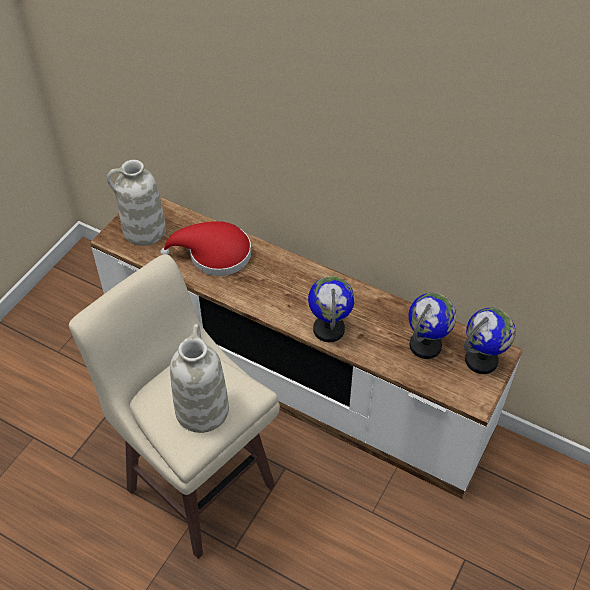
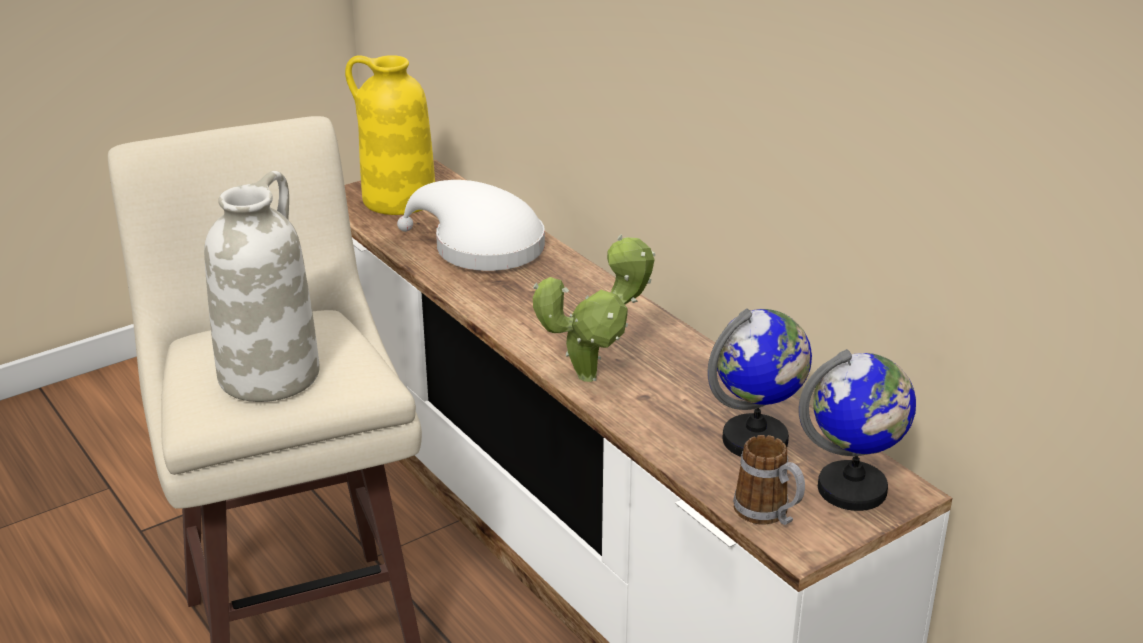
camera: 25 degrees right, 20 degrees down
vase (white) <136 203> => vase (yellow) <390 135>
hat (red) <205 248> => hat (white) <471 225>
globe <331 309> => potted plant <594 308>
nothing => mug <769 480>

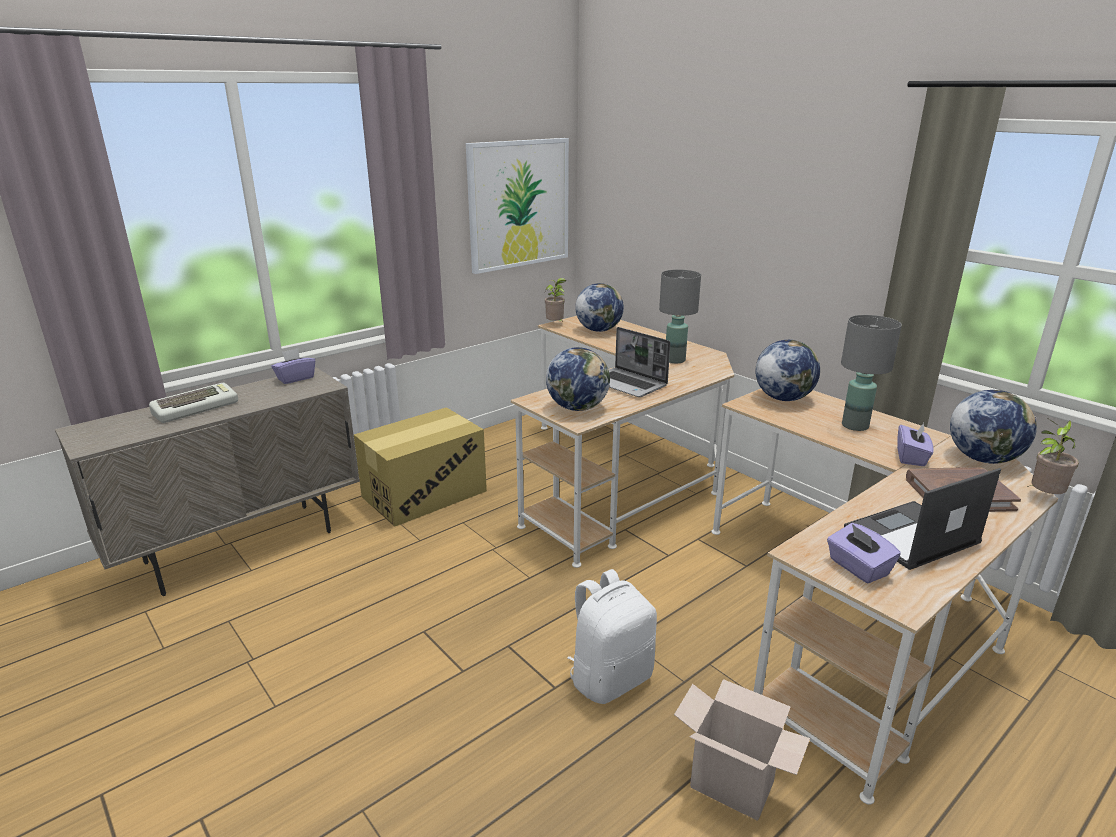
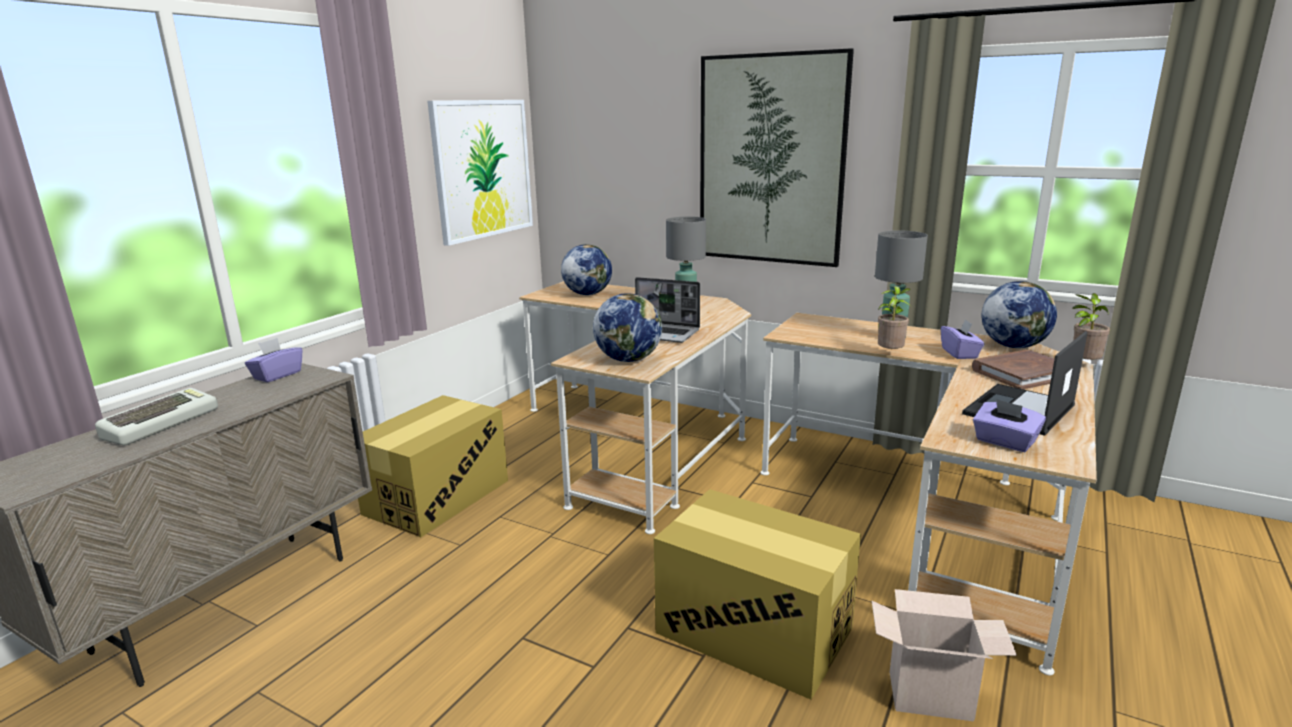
camera: 20 degrees left, 5 degrees down
backpack (white) <612 636> => cardboard box <757 594>
nothing => picture <777 157>
potted plant <556 299> => potted plant <894 317>, relocated
globe <787 370> => nothing

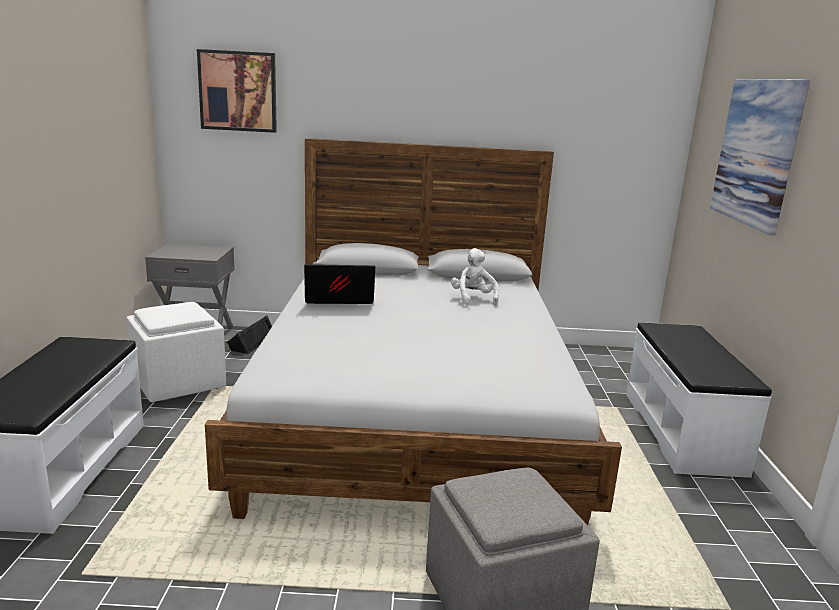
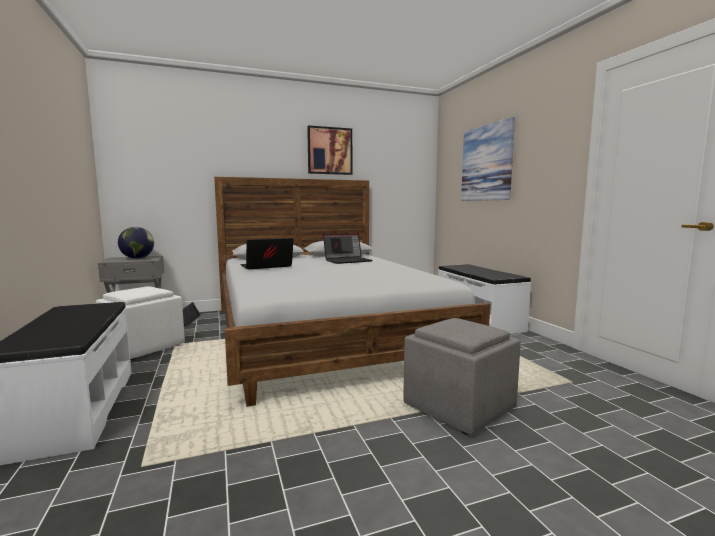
camera: 20 degrees left, 10 degrees down
nothing => globe <136 243>
picture <237 91> => picture <329 150>, relocated
plush toy (white) <475 277> => laptop <348 249>

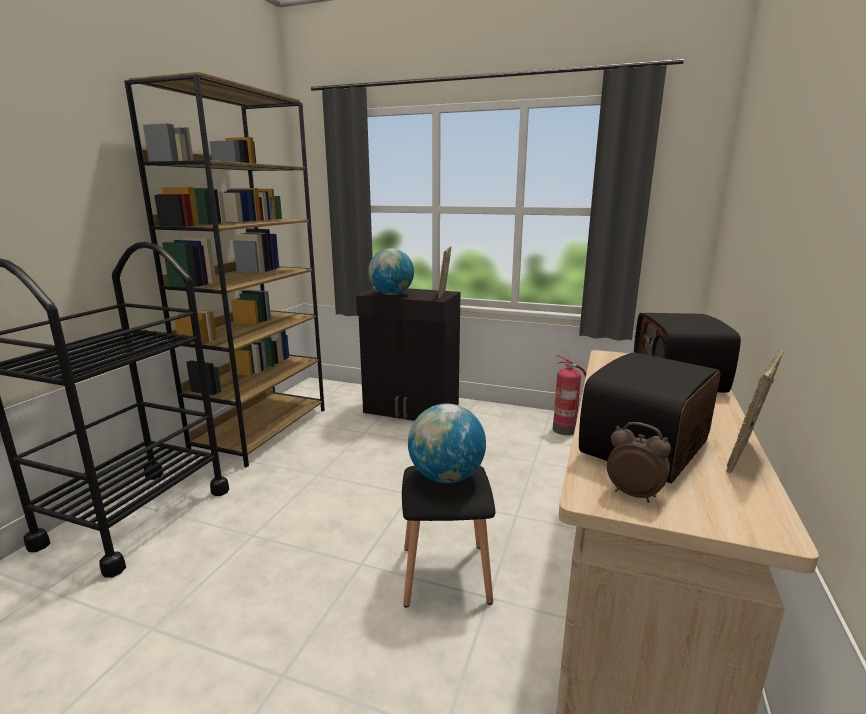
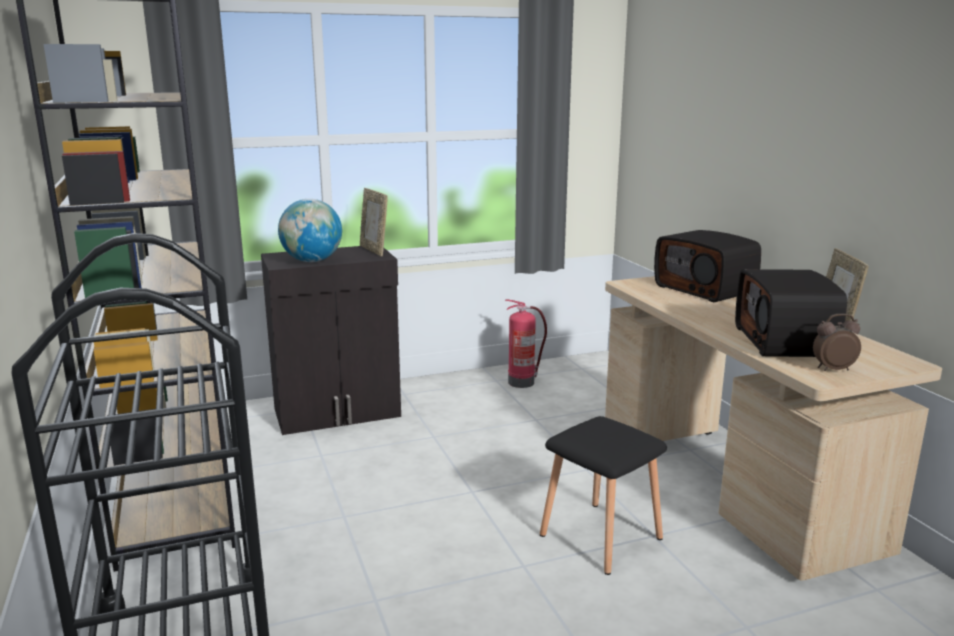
camera: 40 degrees left, 0 degrees up
globe <447 443> => nothing

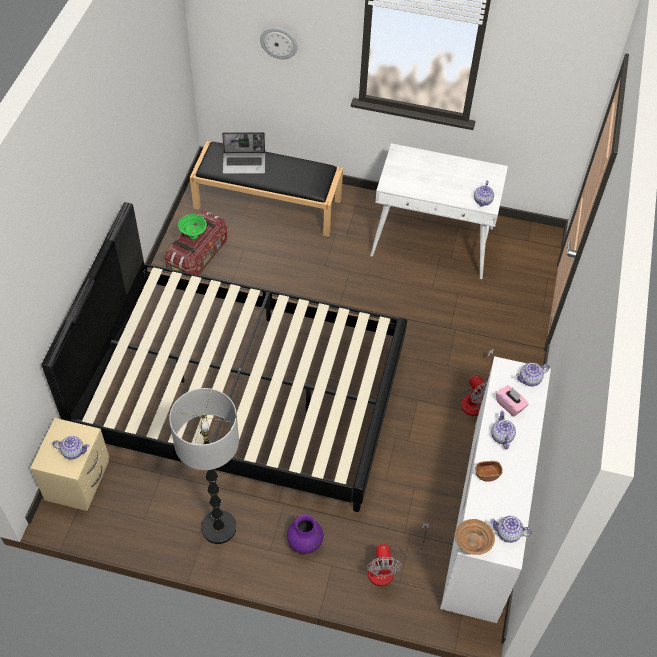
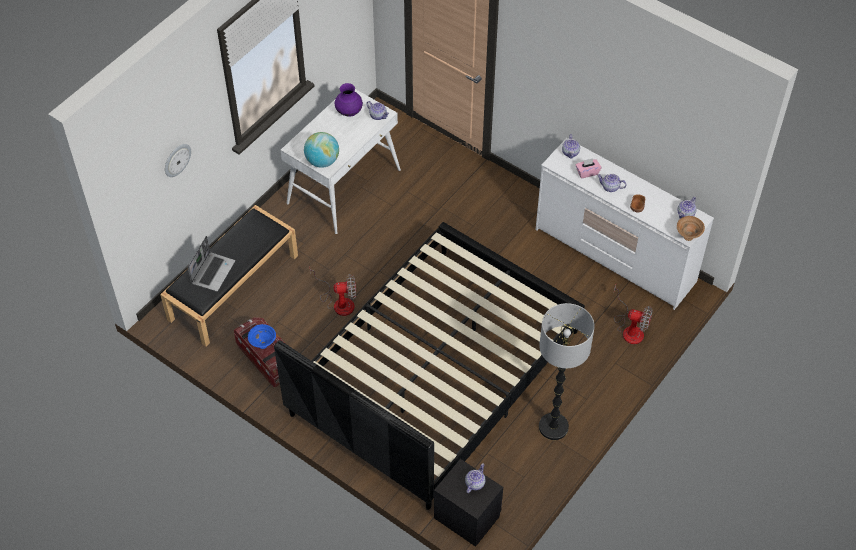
camera: 65 degrees left, 0 degrees up
bowl (green) <192 226> => bowl (blue) <262 336>
nothing => globe <321 150>
fan <477 382> => fan <333 293>, relocated
vase (purple) <305 534> => vase (purple) <349 99>, relocated
nightstand (beige) <69 464> => nightstand (black) <468 503>

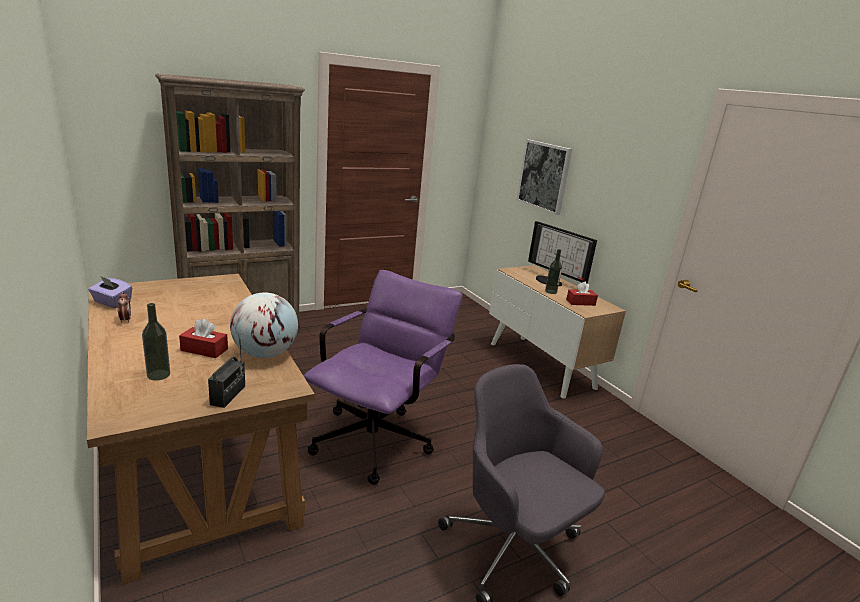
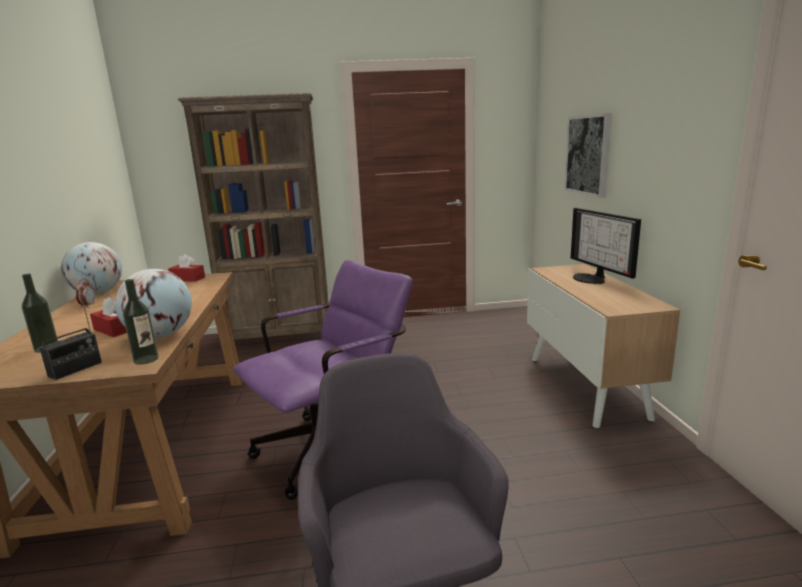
camera: 25 degrees right, 5 degrees down
tissue box (purple) <110 292> => globe <91 268>
bottle <553 271> => bottle <140 322>, relocated
tissue box (red) <582 294> => tissue box (red) <186 268>, relocated

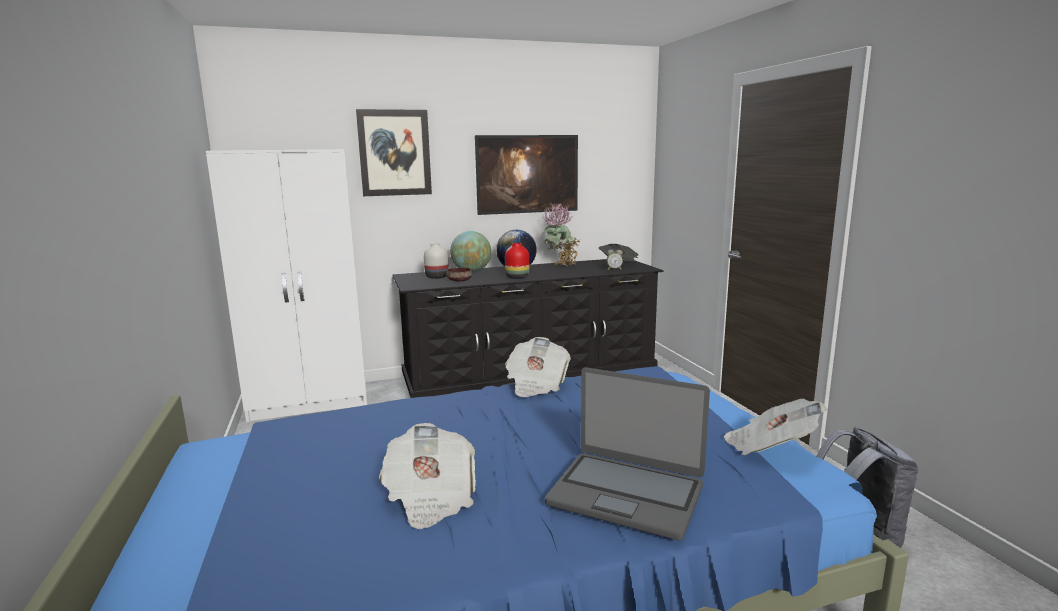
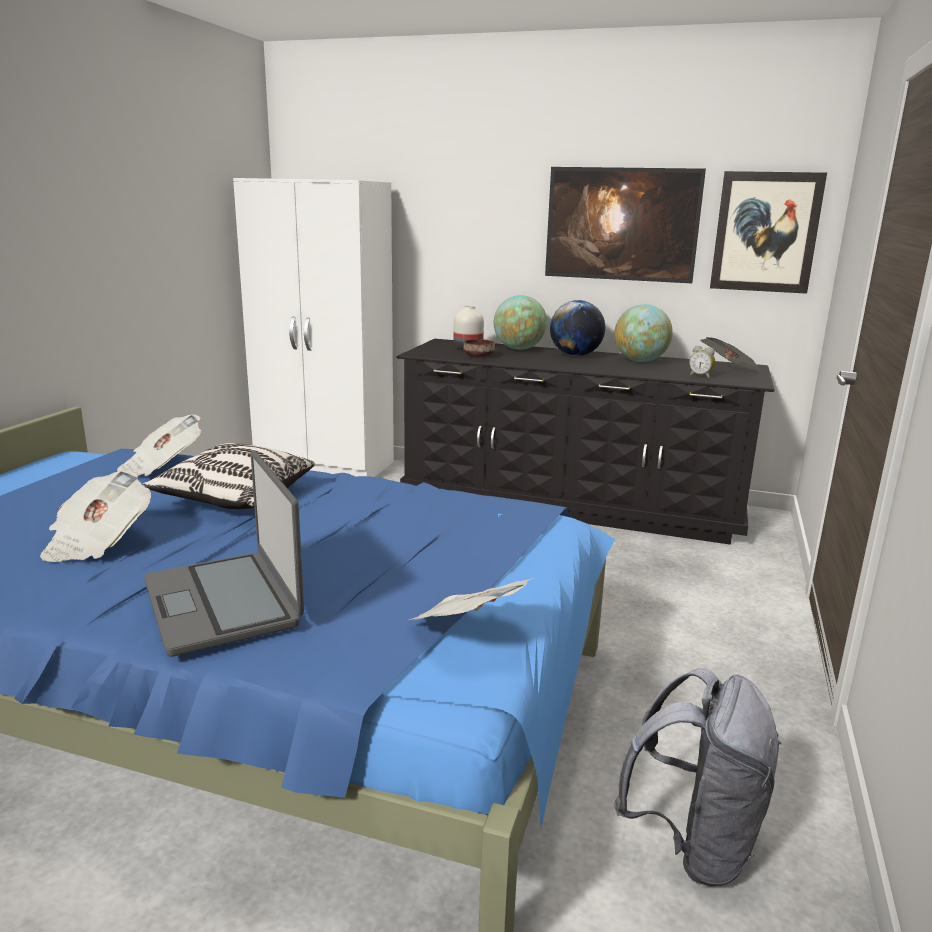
camera: 35 degrees right, 5 degrees up
newspaper <538 367> => newspaper <159 445>, relocated
nothing => pillow <228 476>
potted plant <561 234> => globe <643 333>
picture <394 152> => picture <768 232>, relocated
vase (red) <517 261> => nothing

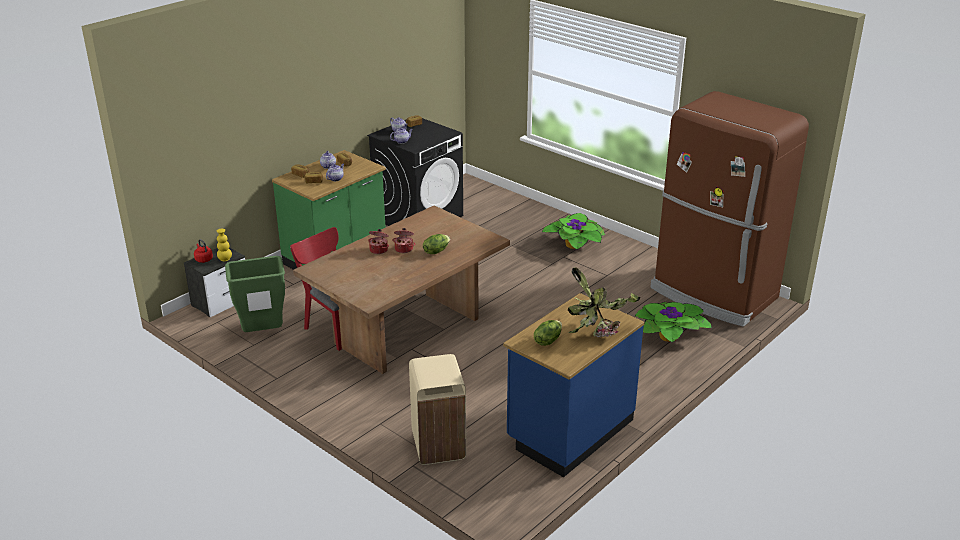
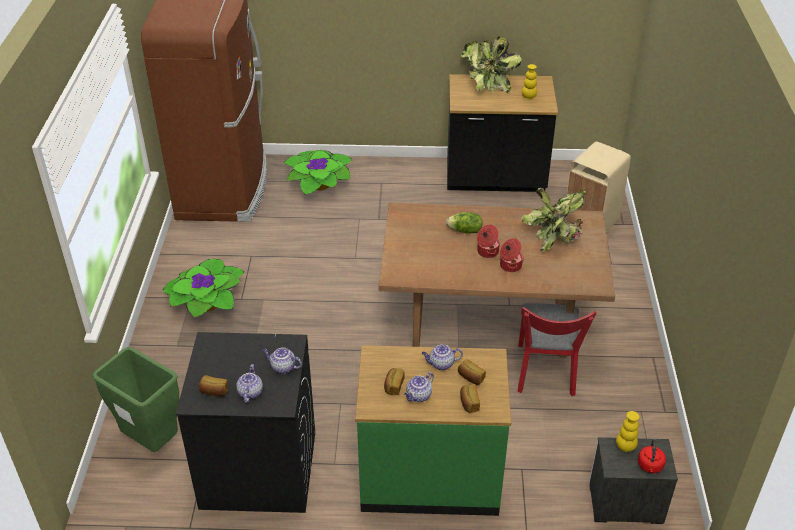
camera: 130 degrees left, 10 degrees up
trash can (green) <255 294> => trash can (green) <135 399>, relocated
counter (blue) <573 385> => counter (black) <502 133>
nothing => potted plant <553 220>
lettuce <548 333> => vase (yellow) <529 82>

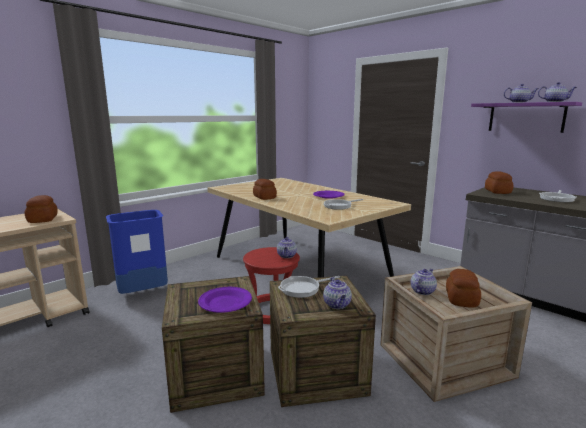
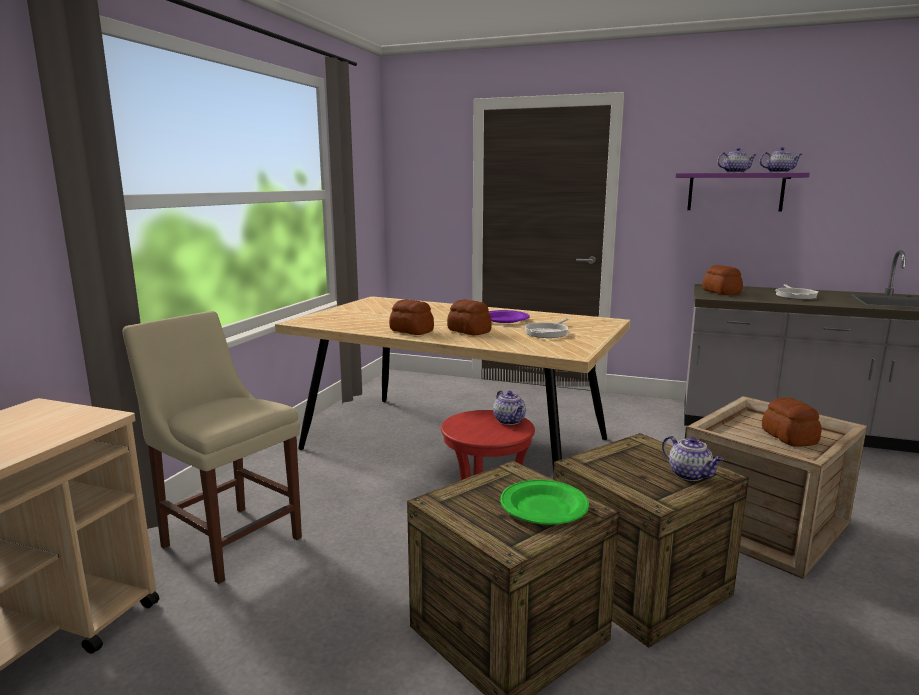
camera: 25 degrees left, 0 degrees up
trash can (blue) <137 252> => chair (beige) <212 447>
bread <41 209> => bread <469 317>, relocated
plate (purple) <225 300> => plate (green) <544 502>
frying pan <309 287> => nothing
teapot <424 282> => nothing

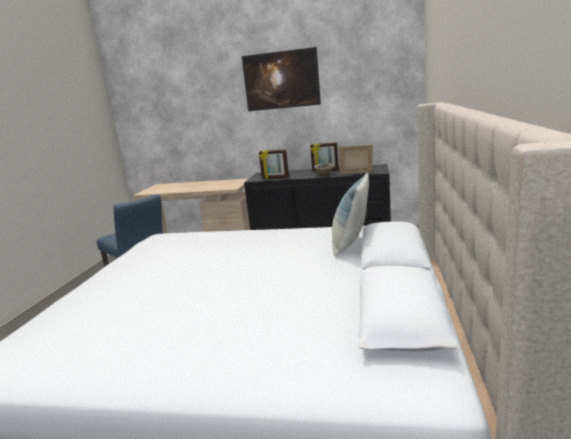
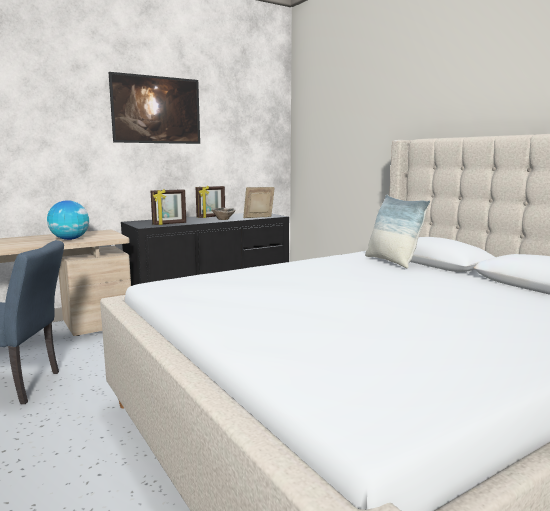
camera: 45 degrees left, 5 degrees down
nothing => globe <68 220>

